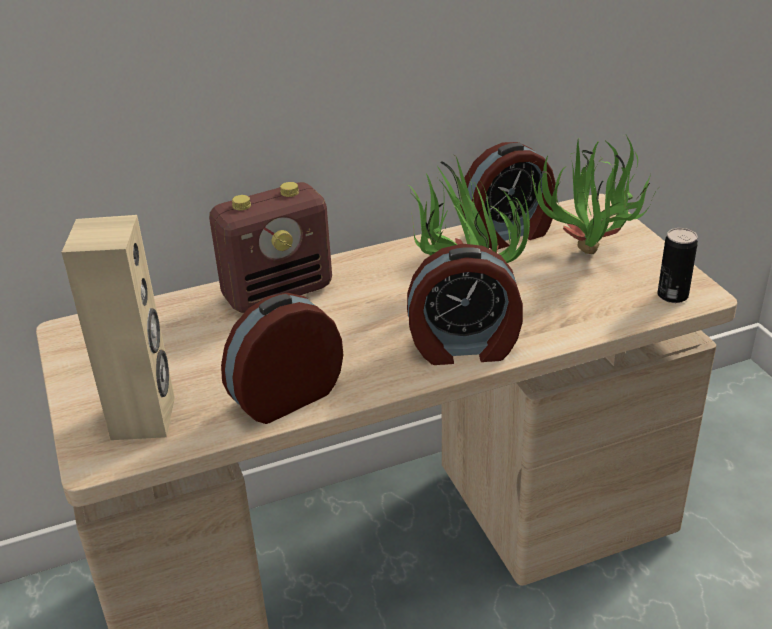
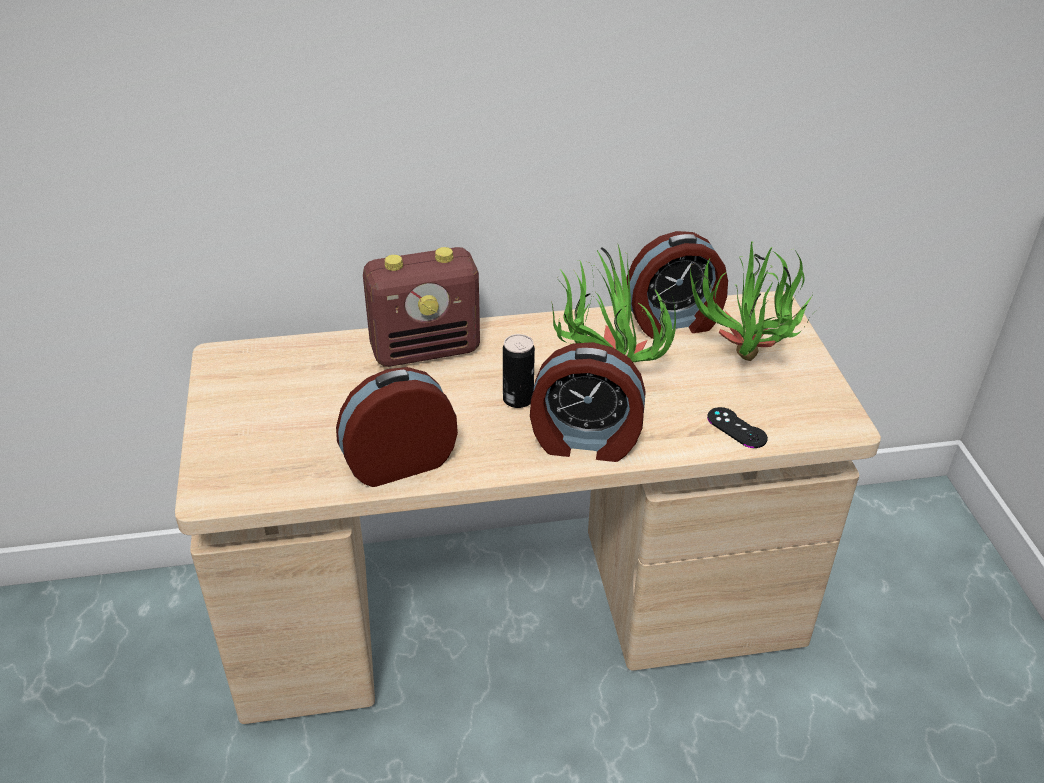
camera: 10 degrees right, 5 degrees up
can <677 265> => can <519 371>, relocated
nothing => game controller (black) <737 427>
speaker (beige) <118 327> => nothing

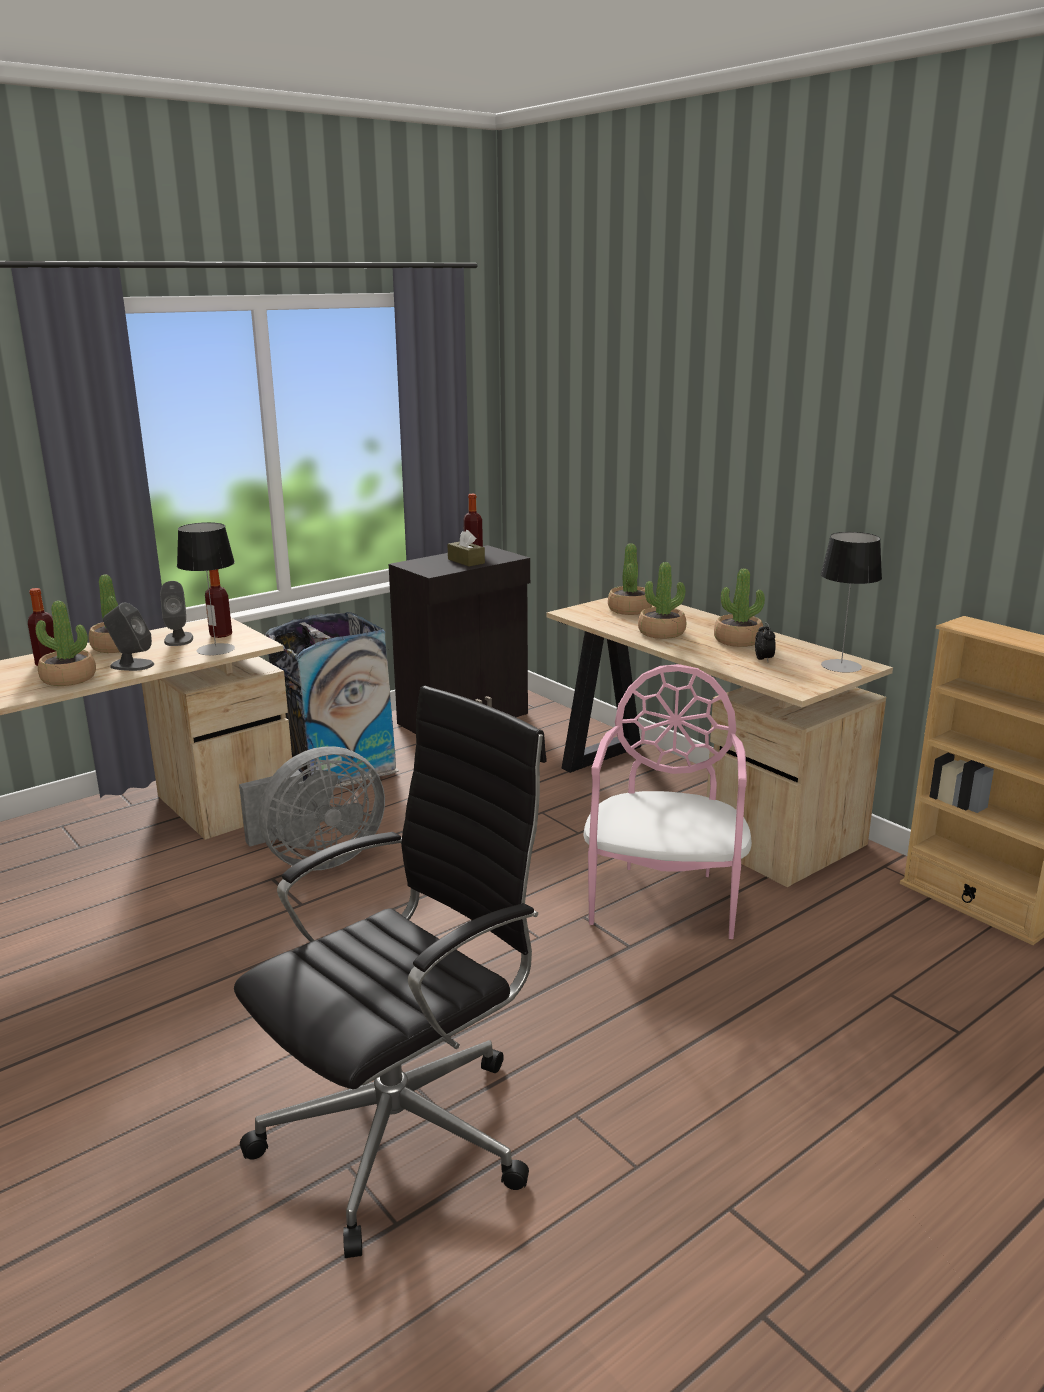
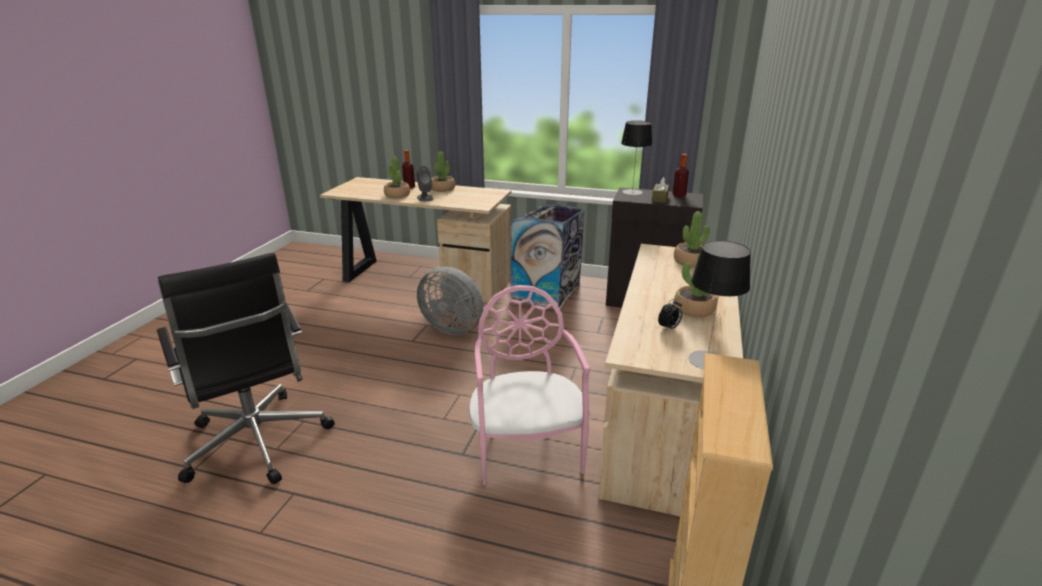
camera: 55 degrees right, 5 degrees up
office chair (black) <390 971> => office chair (black) <246 368>, 45 degrees clockwise
chair (pink) <667 801> => chair (pink) <529 385>, 75 degrees counterclockwise
table lamp <206 589> => table lamp <636 158>, relocated
speaker (grey) <176 613> => nothing
bottle <218 603> => nothing
potted plant <662 600> => nothing

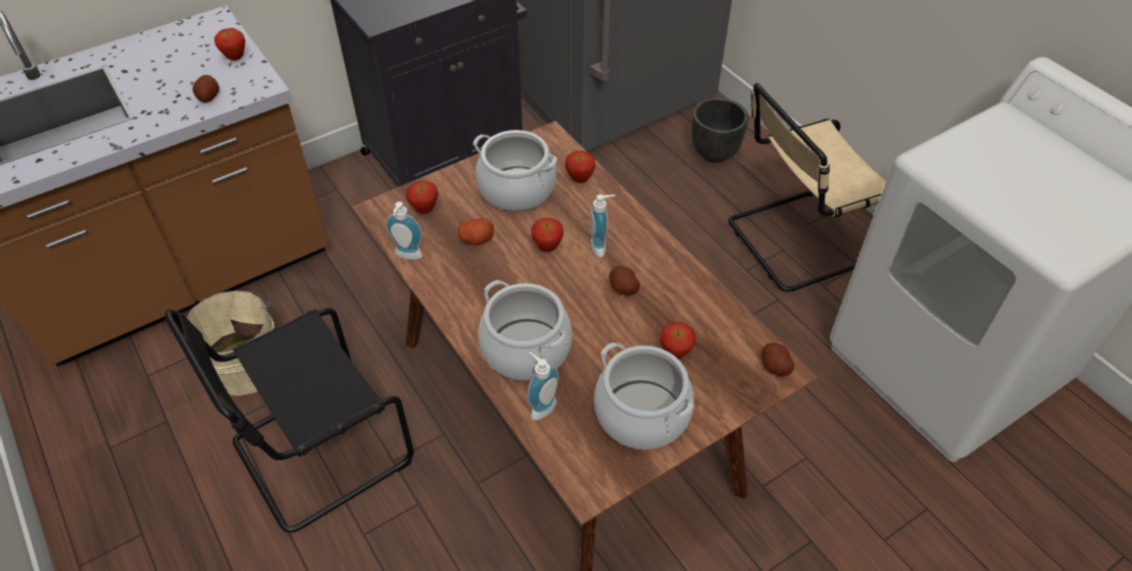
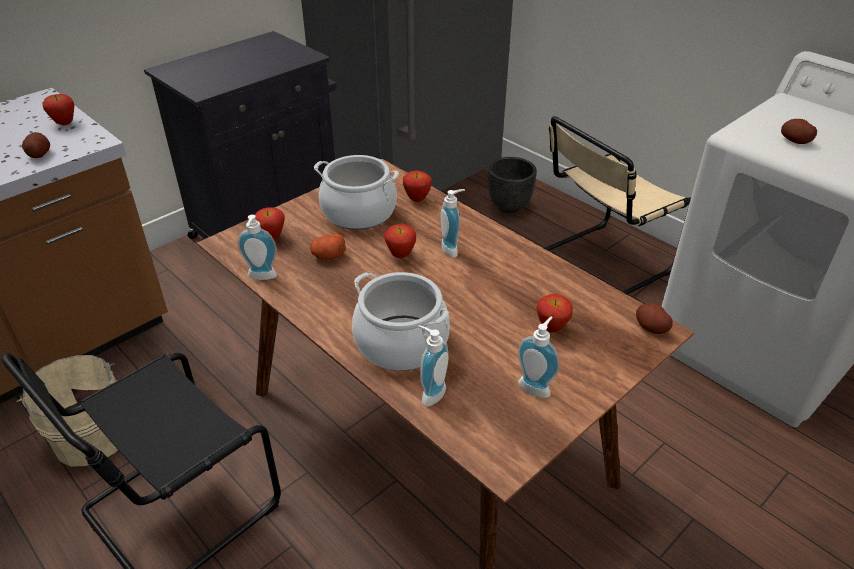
camera: 10 degrees left, 10 degrees down
cooking pot <644 396> => soap dispenser <539 357>
potato <624 280> => potato <799 131>, relocated

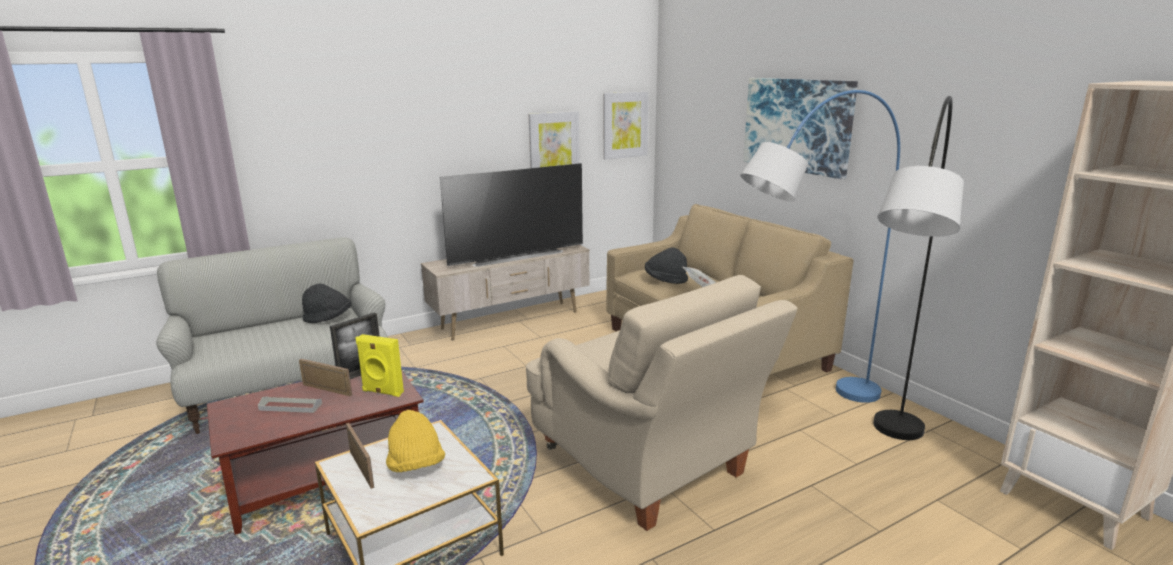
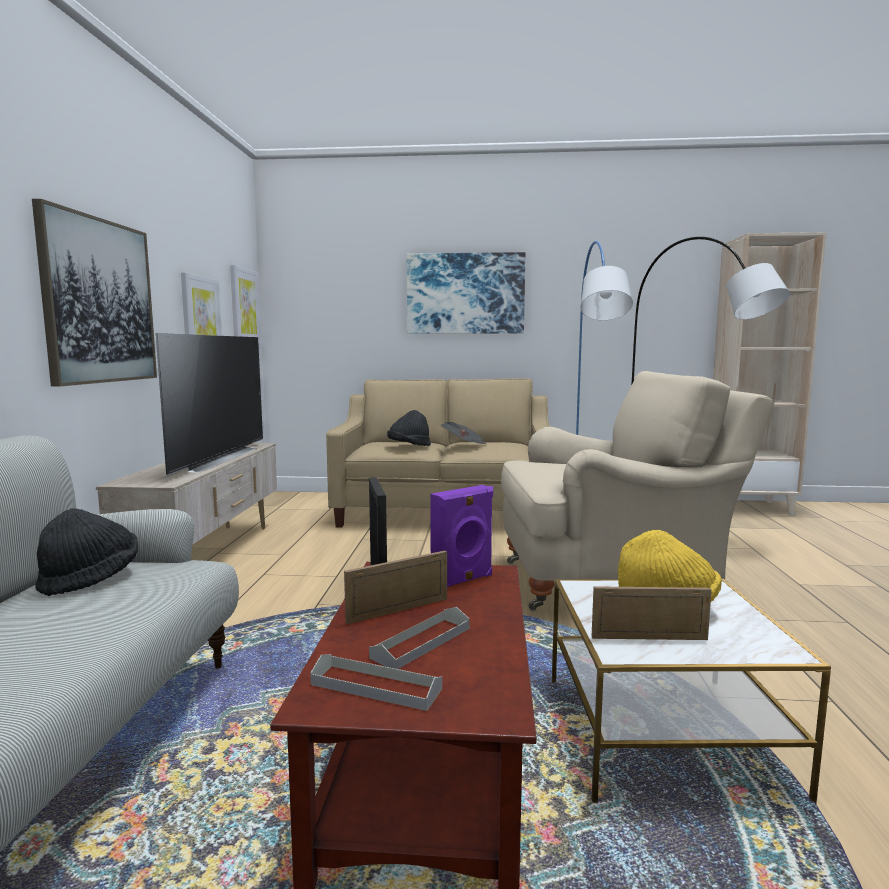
camera: 55 degrees left, 10 degrees down
nothing => picture <94 293>
nothing => tray (grey) <376 682>
speaker (yellow) <380 365> => speaker (purple) <461 536>

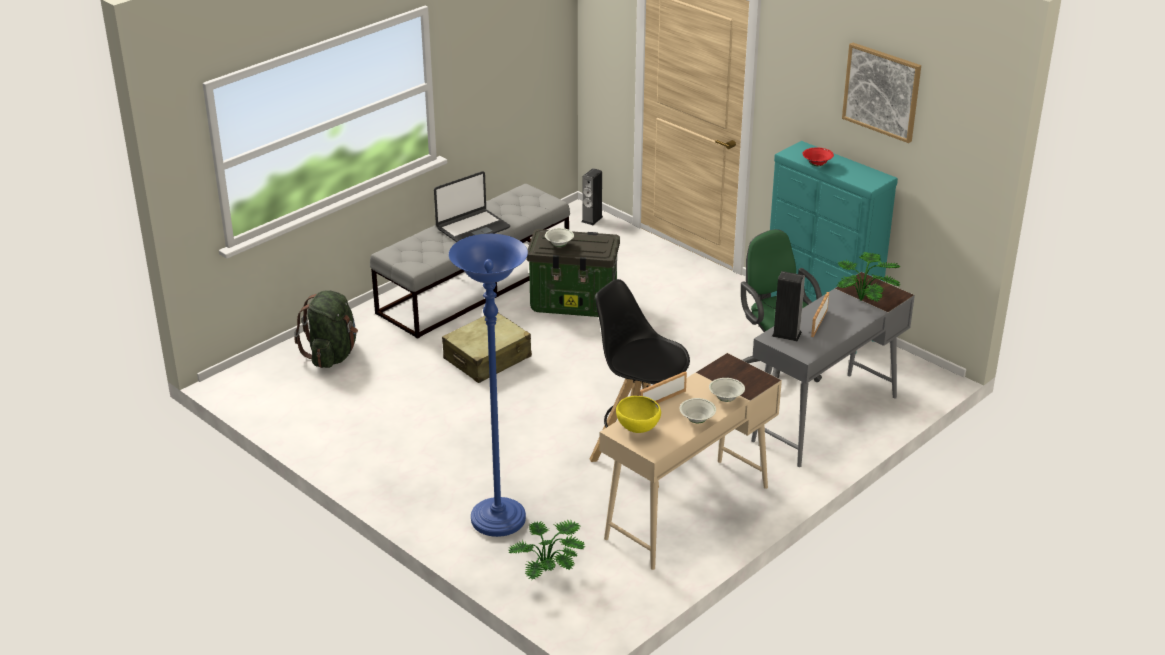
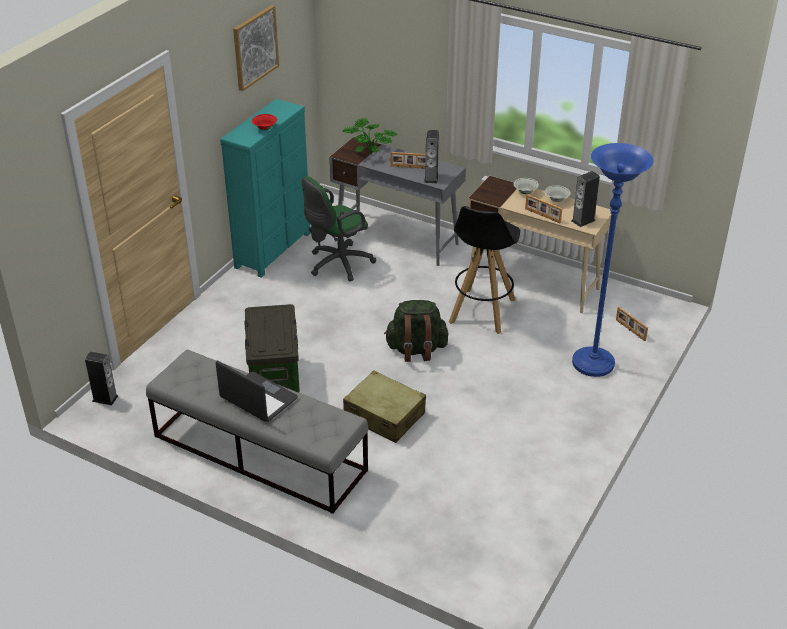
camera: 105 degrees left, 5 degrees up
backpack (green) <326 329> => backpack (green) <416 331>, relocated
bowl (yellow) <638 414> => speaker <585 199>
potted plant <546 550> => picture frame <632 324>
bowl (white) <559 237> => nothing

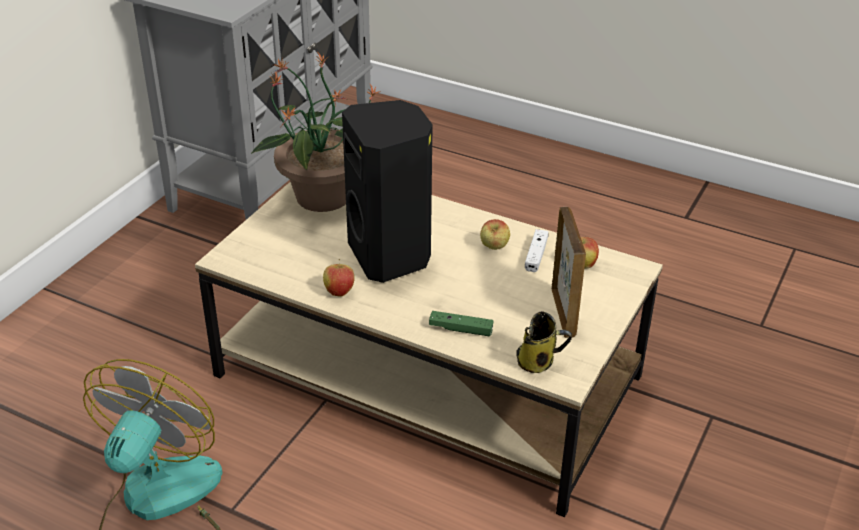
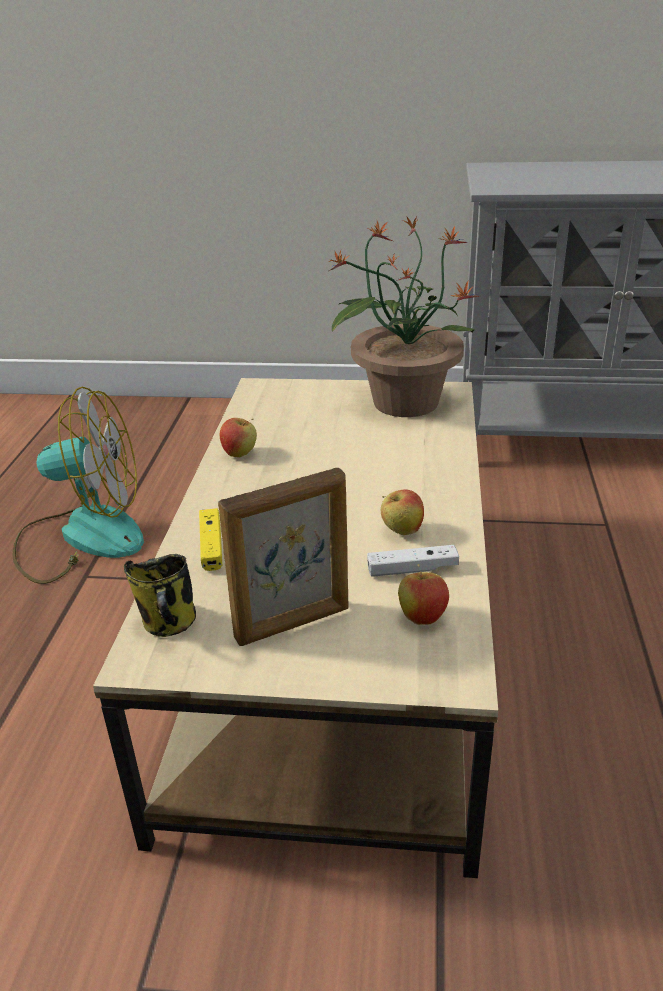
camera: 70 degrees right, 5 degrees down
game controller (green) <461 323> => game controller (yellow) <210 539>
speaker (black) <387 191> => nothing

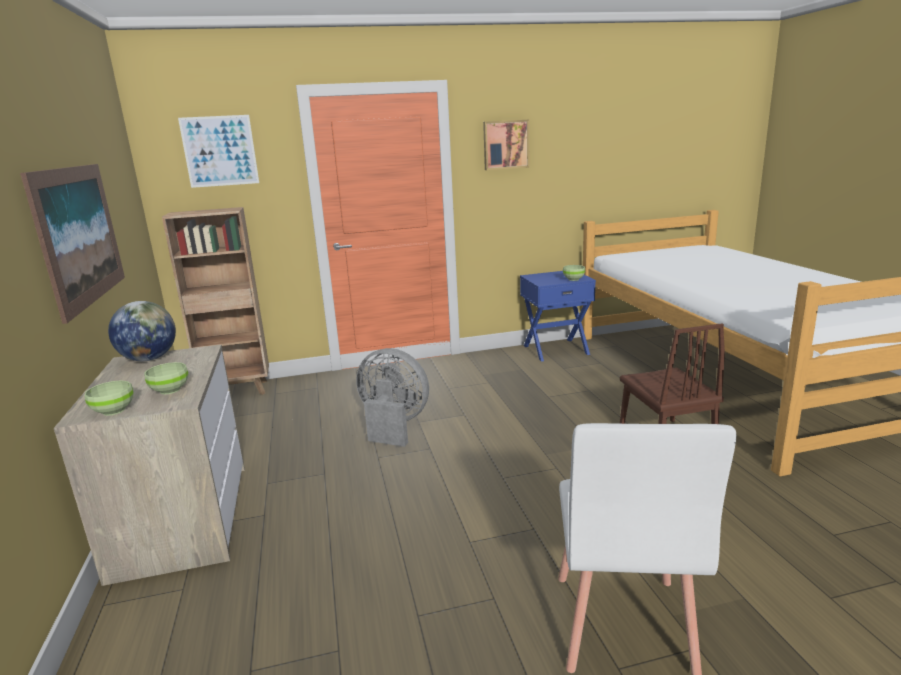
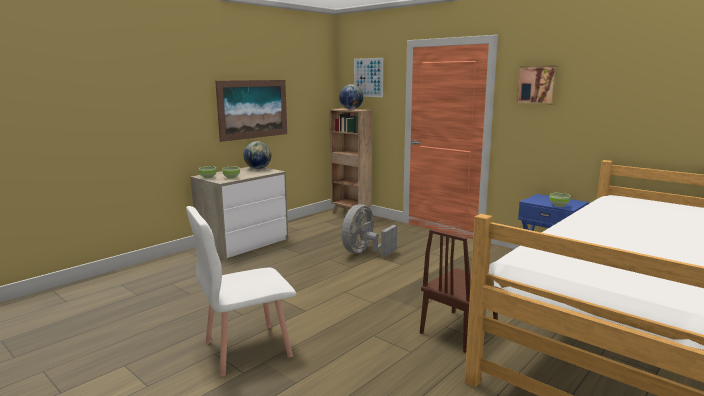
camera: 55 degrees right, 5 degrees down
nothing => globe <351 97>
fan (grey) <392 397> => fan (grey) <369 230>, 135 degrees counterclockwise

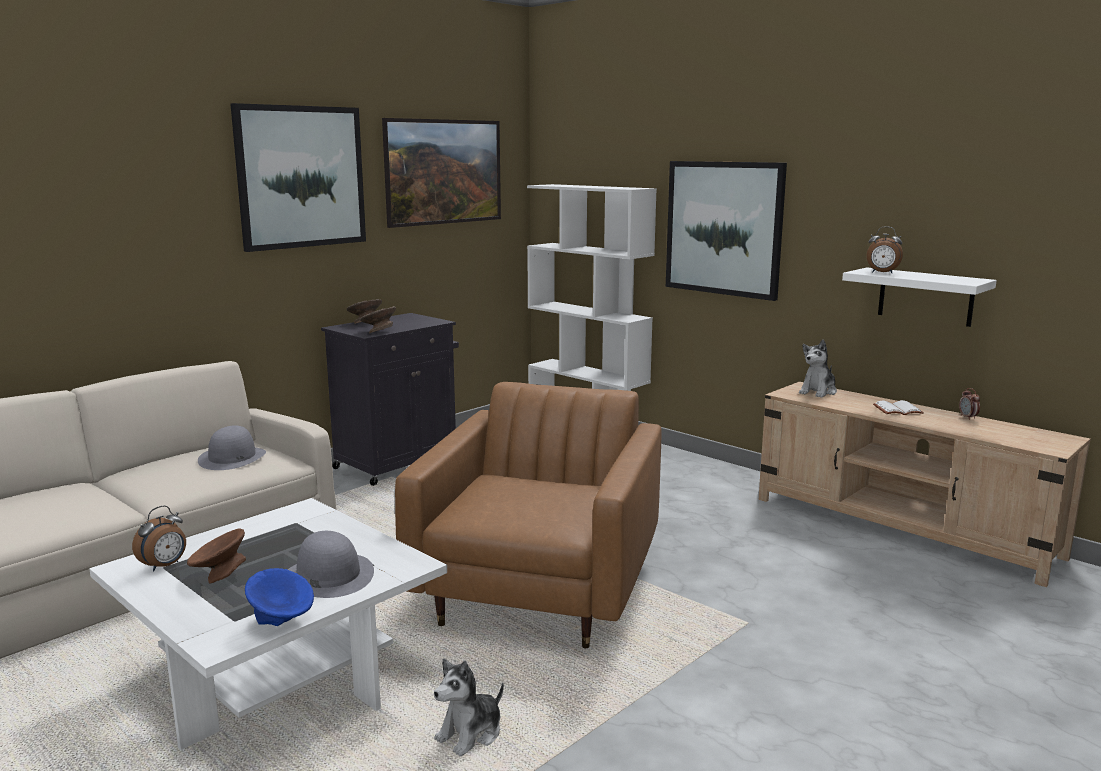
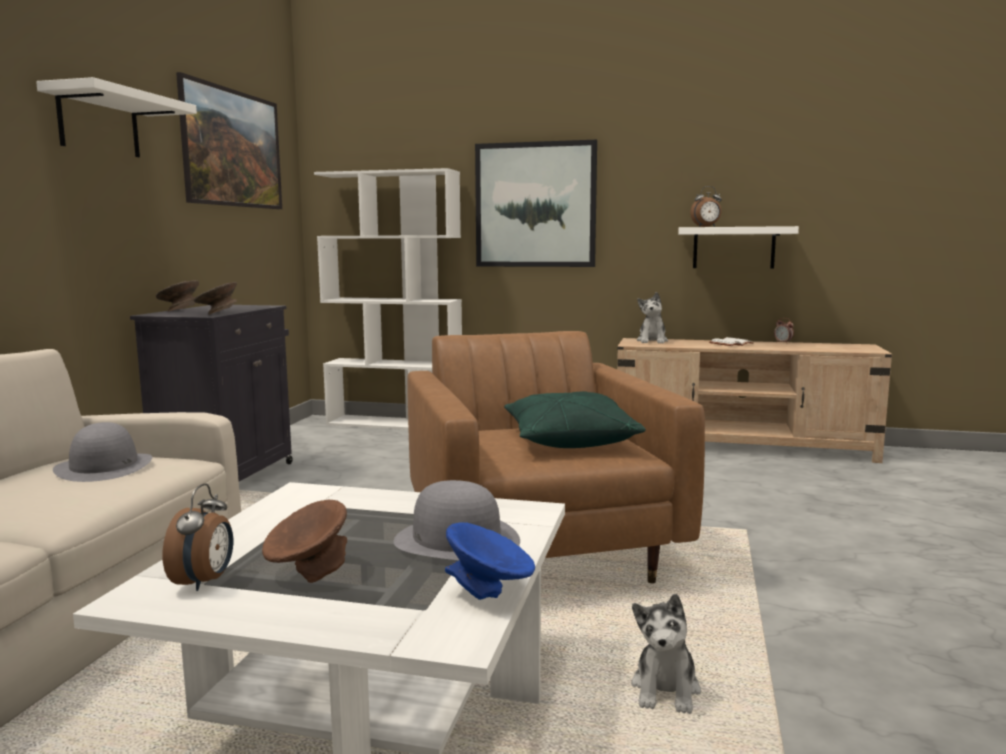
camera: 30 degrees left, 5 degrees down
picture <298 177> => shelf (white) <116 117>
nothing => pillow (green) <575 419>

